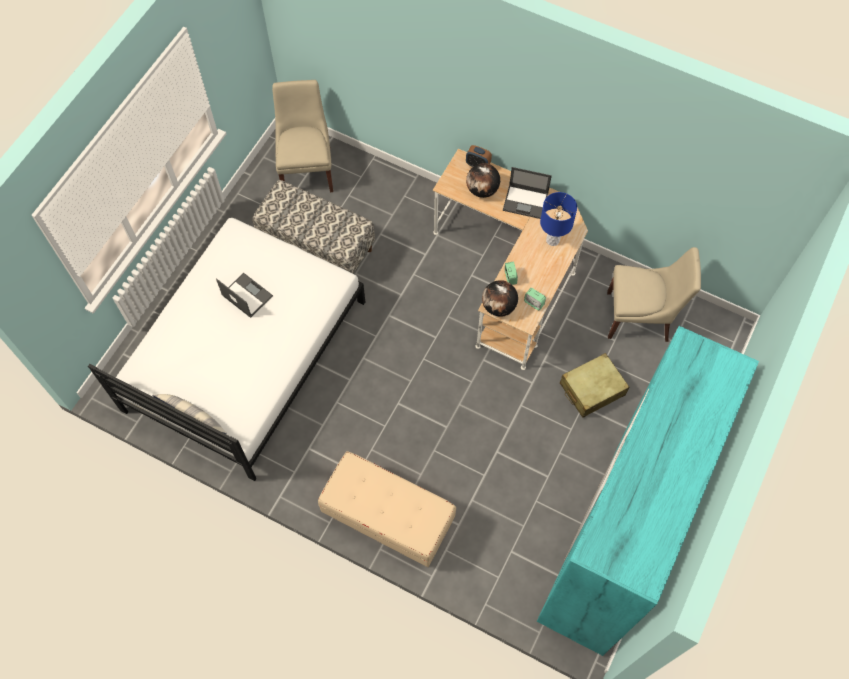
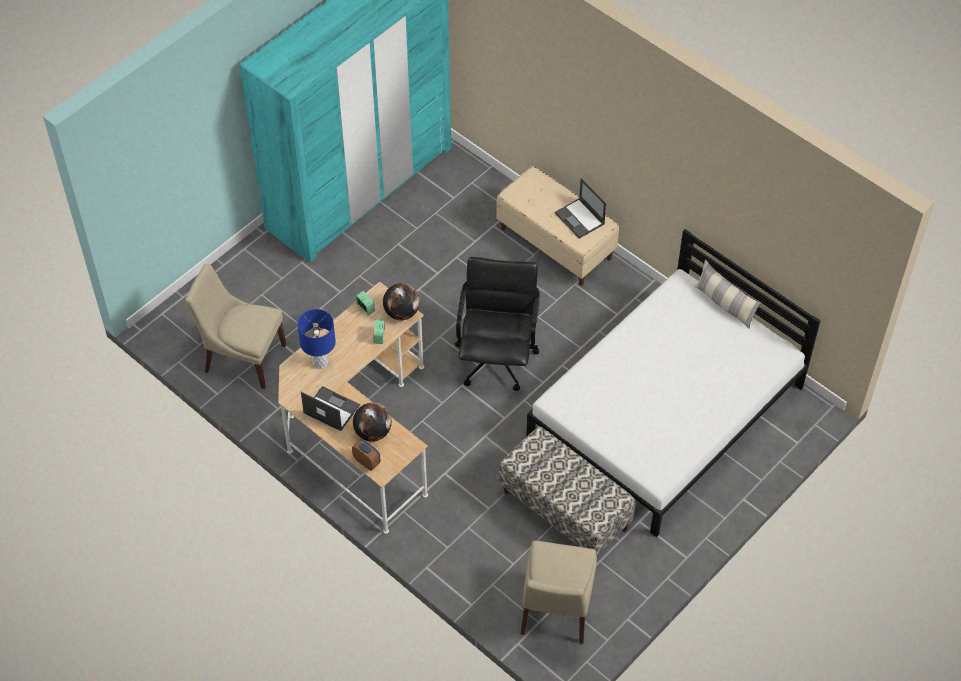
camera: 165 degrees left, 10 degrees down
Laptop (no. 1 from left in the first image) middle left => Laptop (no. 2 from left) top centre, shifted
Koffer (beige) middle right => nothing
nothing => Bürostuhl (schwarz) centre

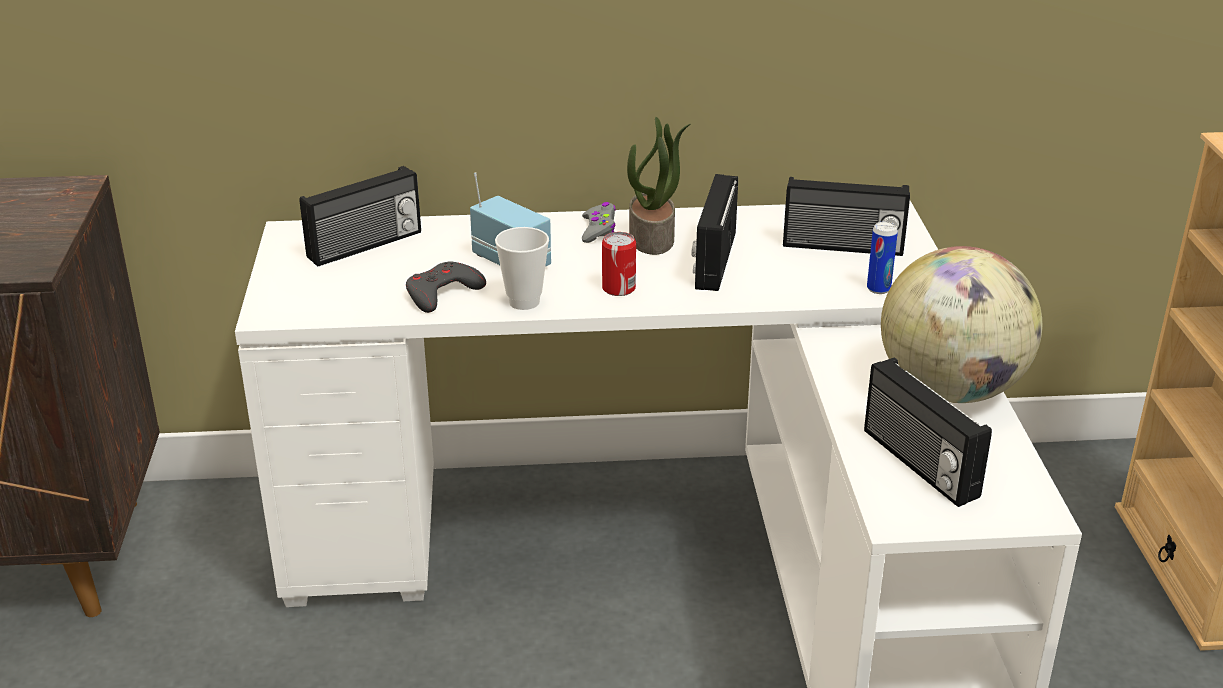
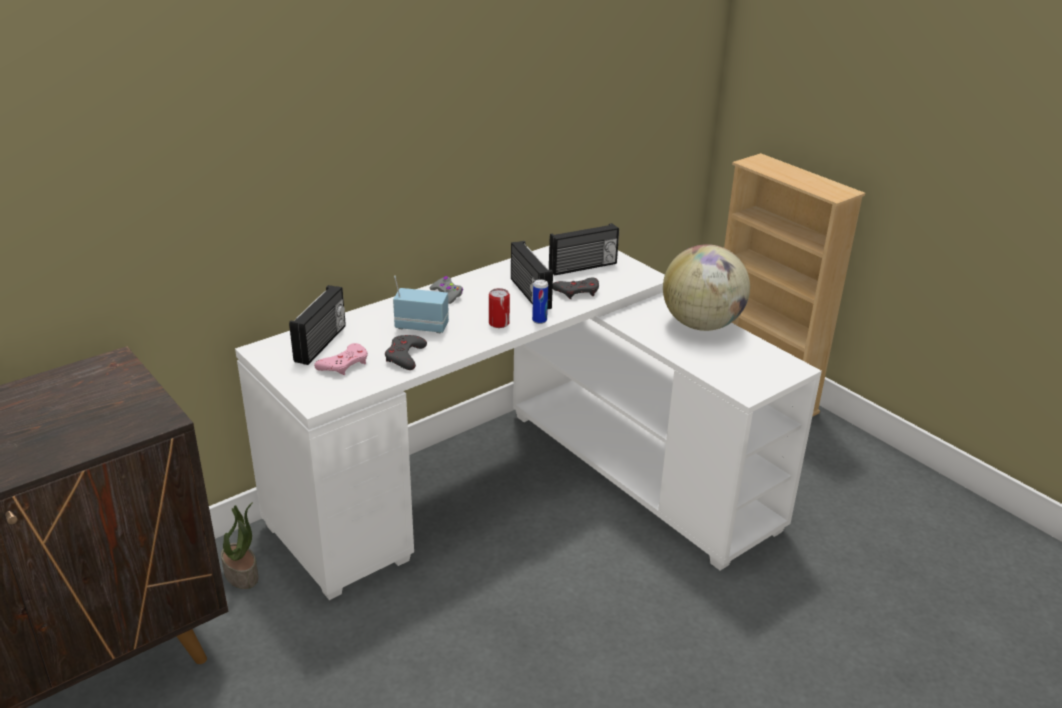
camera: 35 degrees left, 0 degrees up
Topfpflanze top centre => Topfpflanze bottom left, shifted
Dose (no. 2 from left) middle right => Dose (no. 2 from left) centre, shifted
Tasse centre => nothing
Radio (no. 5 from left) middle right => nothing
nothing => Gamepad (grau) (no. 3 from left) centre
nothing => Gamepad (rosa) middle left

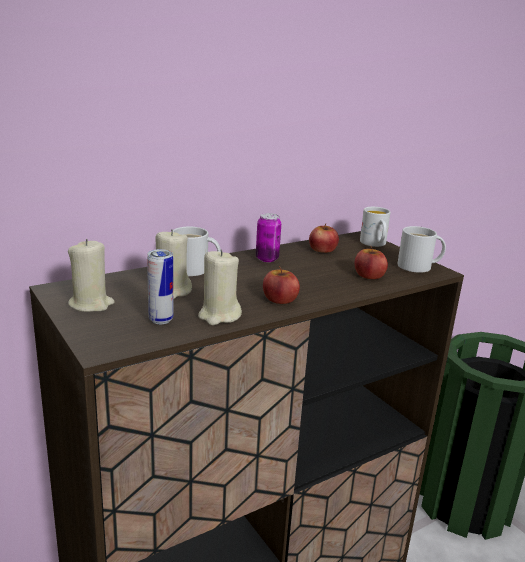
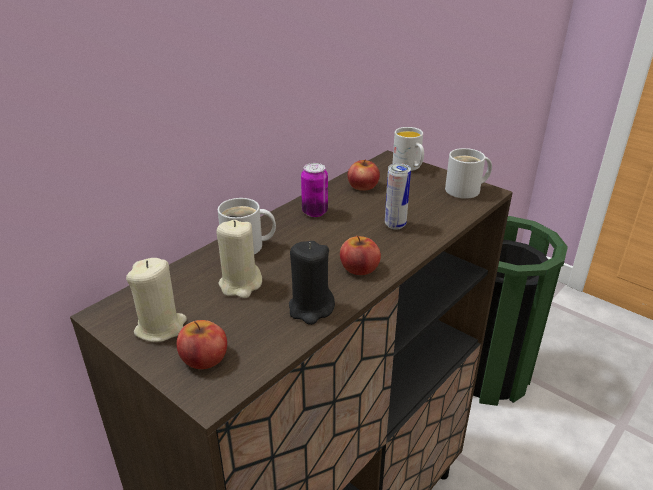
camera: 15 degrees left, 10 degrees up
Apfel (no. 3 from left in the first image) middle right => Apfel (no. 1 from left) bottom left, shifted
Dose (no. 1 from left in the first image) middle left => Dose (no. 2 from left) centre, shifted
Kerze (beige) (no. 3 from left) centre => Kerze (schwarz) centre

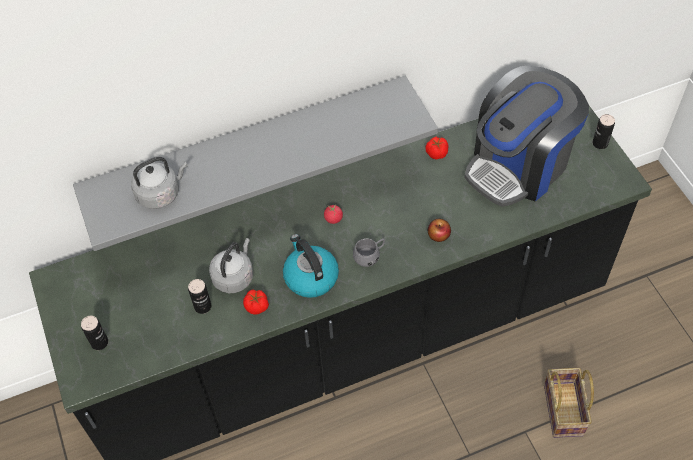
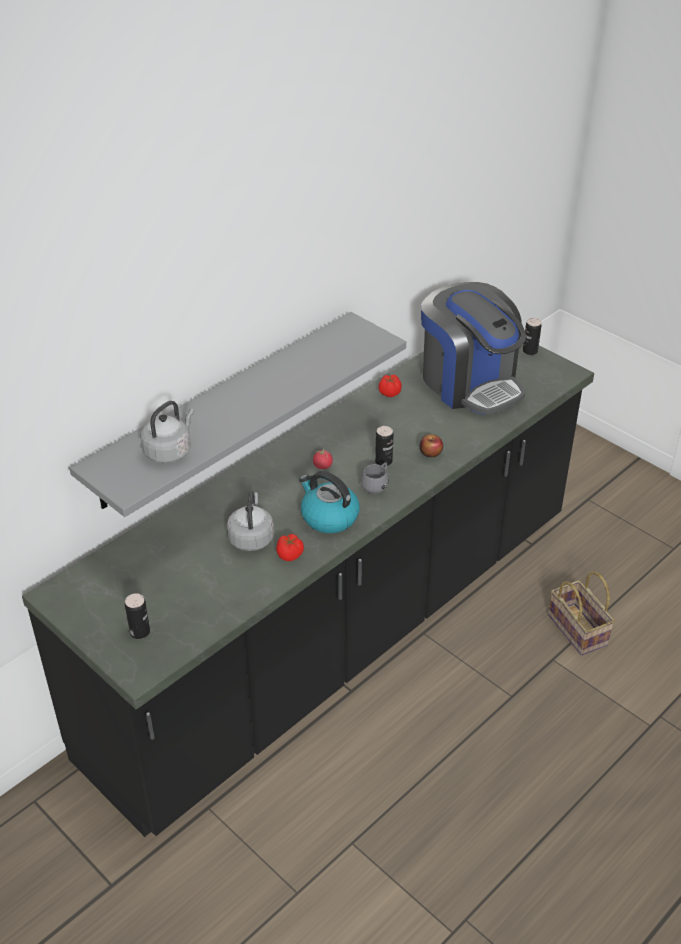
camera: 25 degrees left, 15 degrees down
Kaffeemaschine top right => Kaffeemaschine middle right, 60 degrees counterclockwise
Dose (no. 2 from left) middle left => Dose (no. 2 from left) centre, shifted

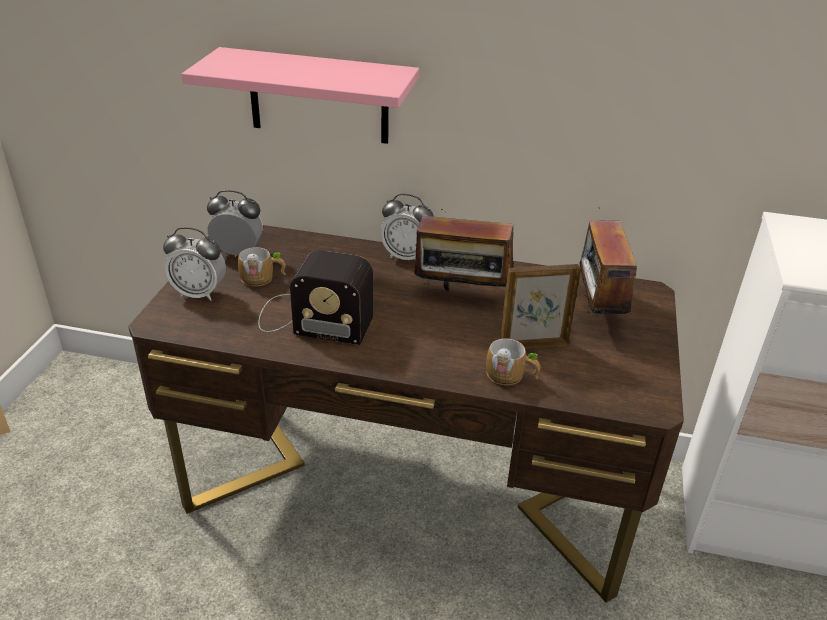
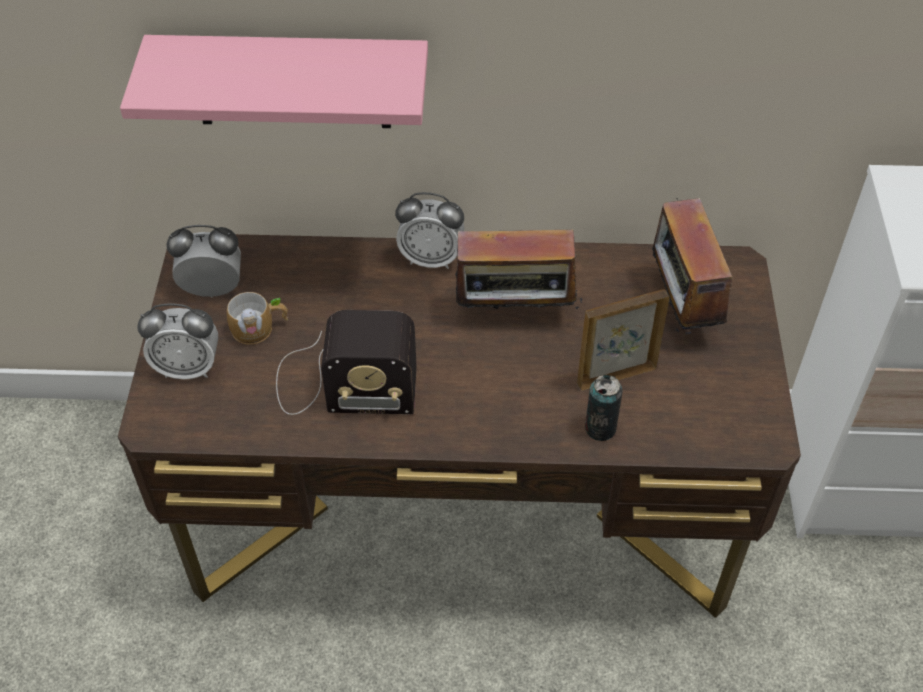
camera: 10 degrees left, 15 degrees up
Henkelbecher (no. 2 from left) centre => Dose centre

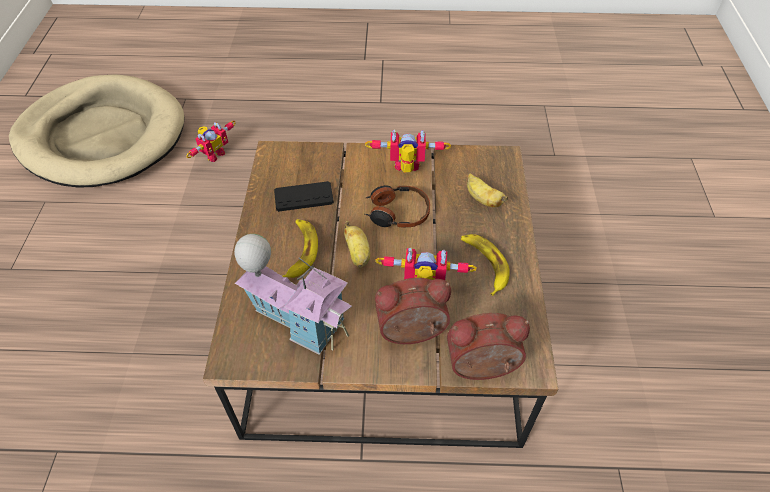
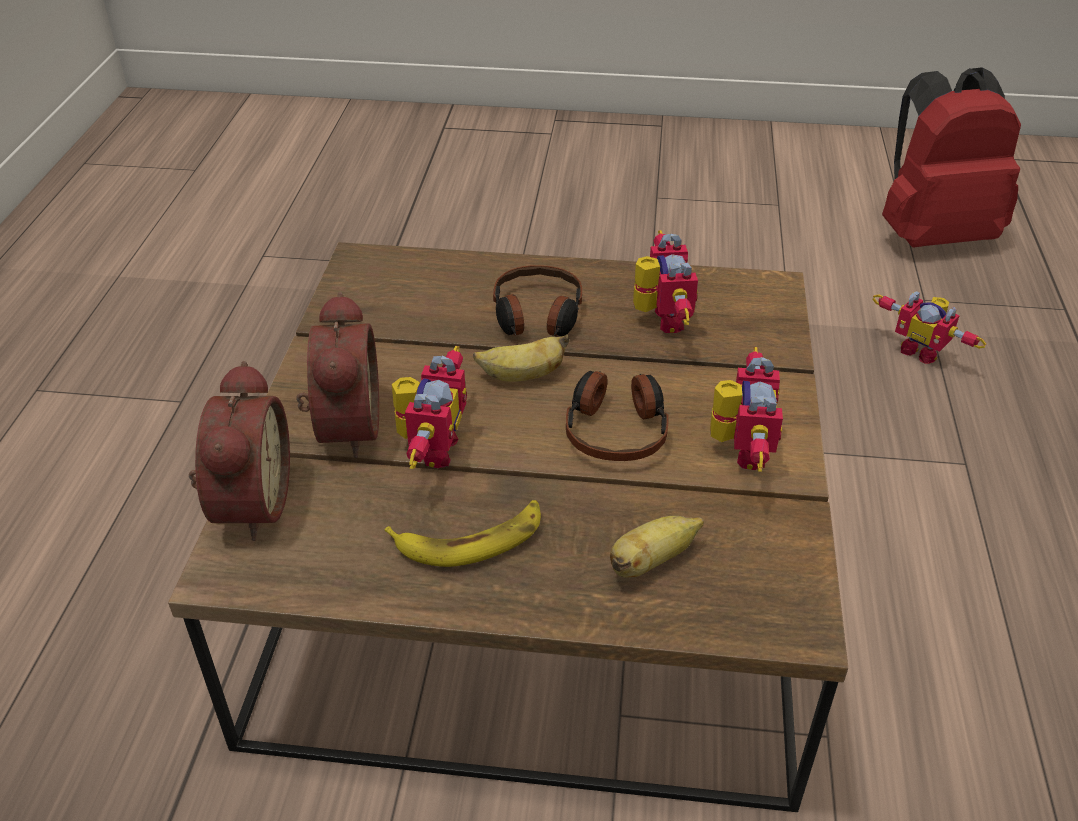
camera: 95 degrees right, 10 degrees down
Hundebett (beige) top left => Rucksack (rot) top right
Gamepad (schwarz) centre => Spielzeugroboter (no. 2 from left) centre
Banane (no. 1 from left) centre => Kopfhörer (no. 1 from left) centre
Spielzeughaus centre => nothing

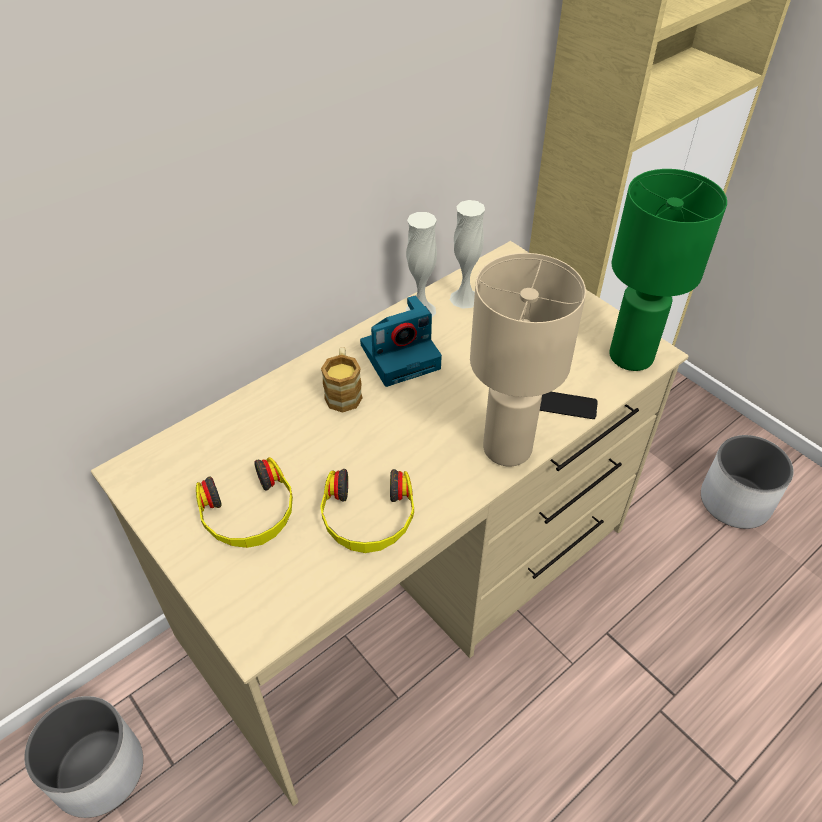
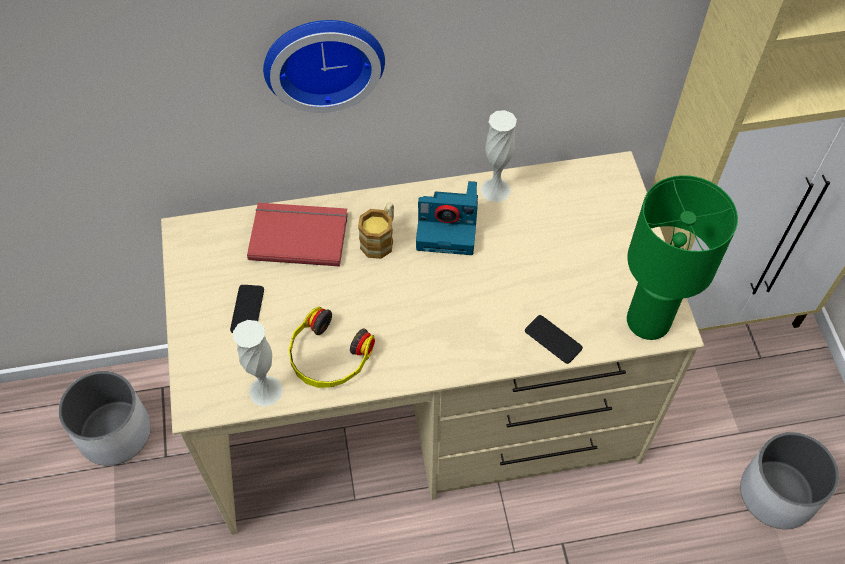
camera: 30 degrees right, 10 degrees up
Vase (weiß) (no. 2 from left in the first image) top centre => Vase (weiß) (no. 1 from left) middle left, shifted
Tischlampe (beige) centre => nothing
Kopfhörer (no. 1 from left) middle left => Handy (no. 1 from left) middle left
nothing => Wanduhr top centre
nothing => Buch (rot) centre

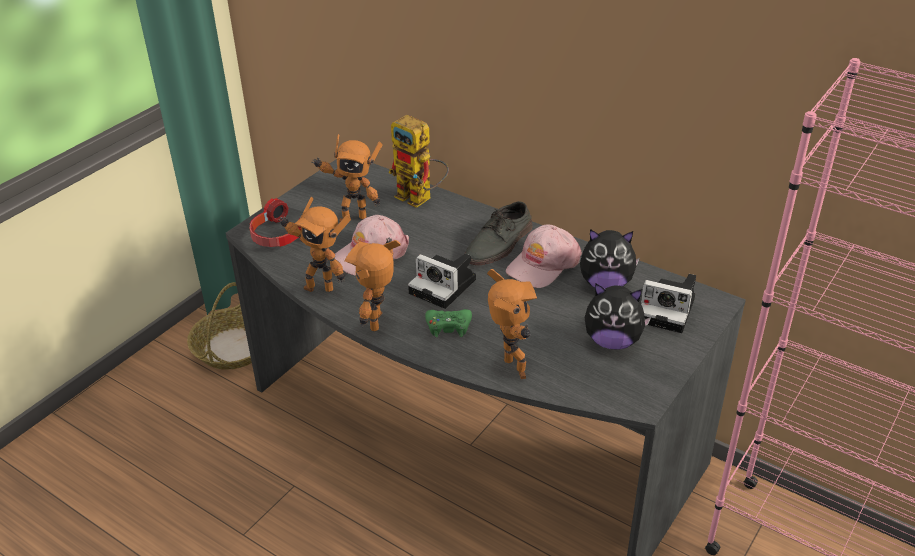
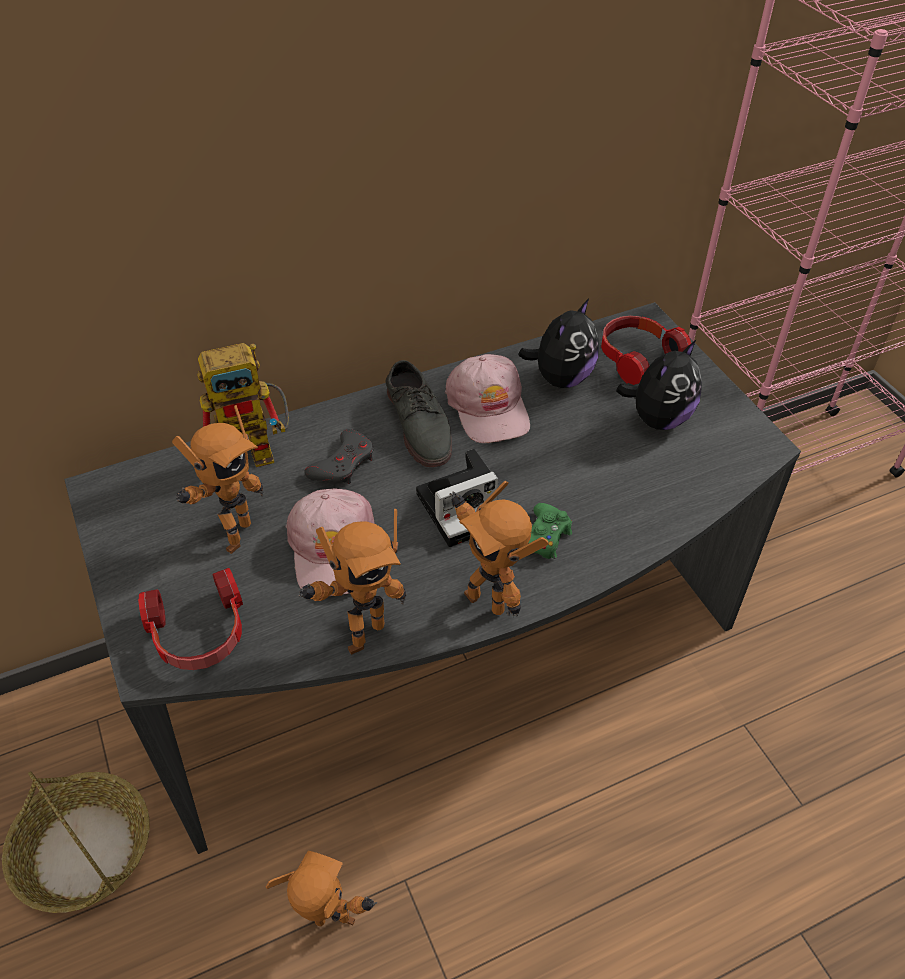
camera: 60 degrees left, 10 degrees up
Spielzeugroboter (no. 5 from left in the first image) centre => Spielzeugroboter (no. 3 from left) bottom centre, shifted
Kamera (no. 2 from left) middle right => Kopfhörer (no. 2 from left) middle right
nothing => Gamepad (grau) centre

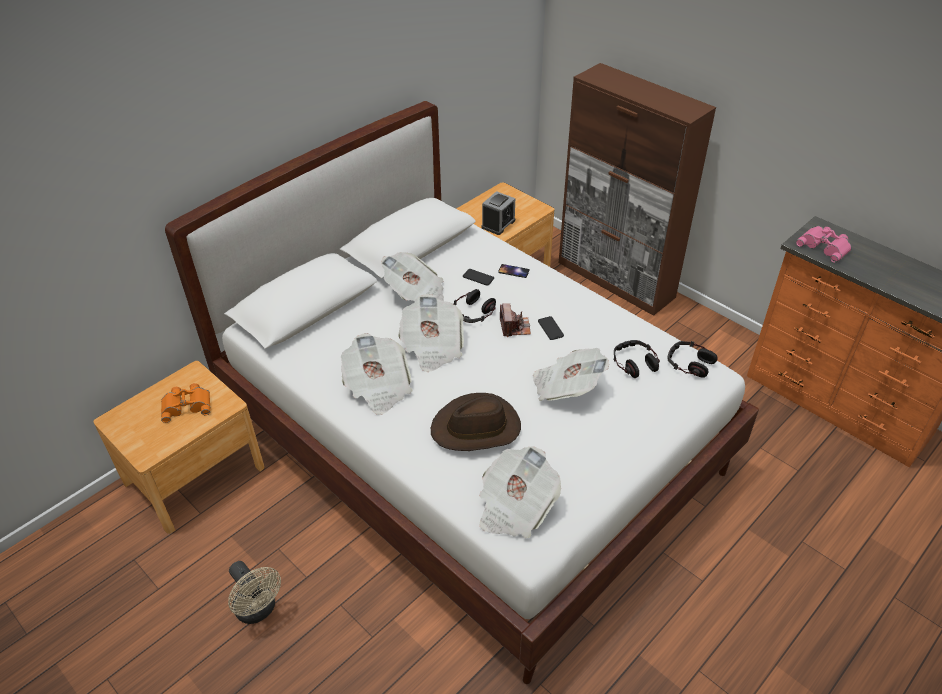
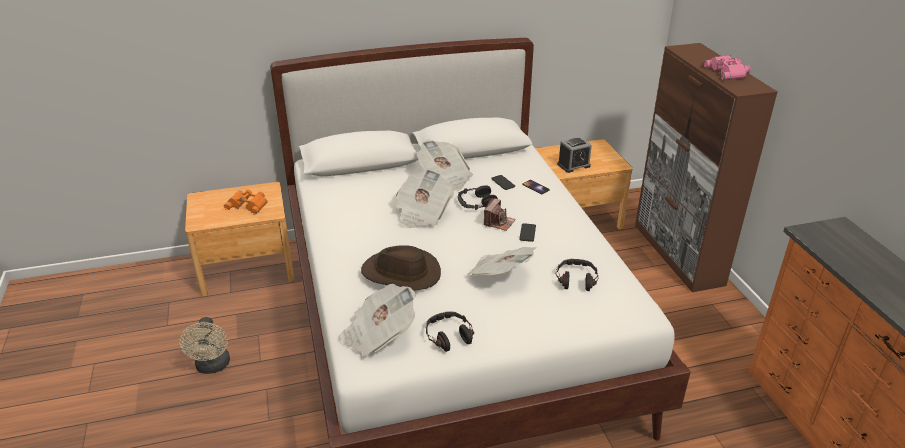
camera: 30 degrees right, 10 degrees down
Fernglas (rosa) middle right => Fernglas (rosa) top right, shifted
Zeitung (no. 1 from left) centre => nothing
Kopfhörer (no. 3 from left in the first image) middle right => Kopfhörer (no. 1 from left) bottom centre, shifted

